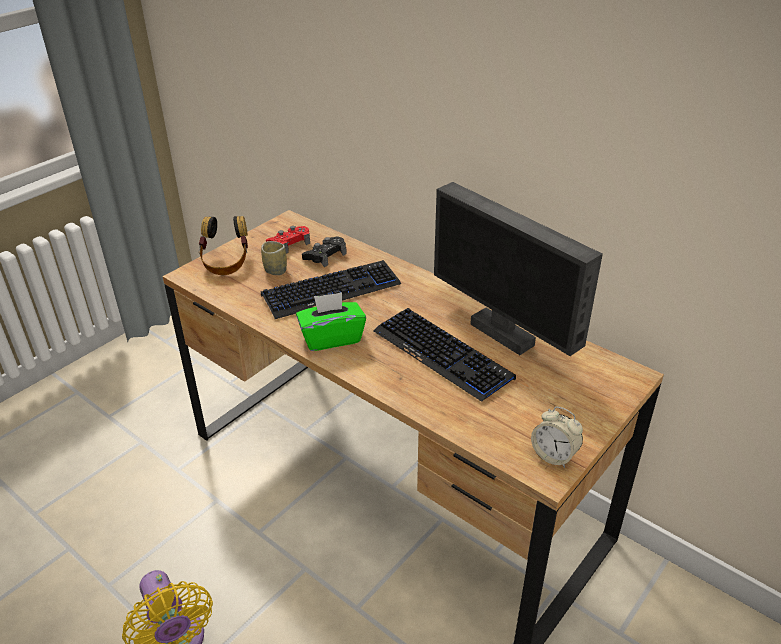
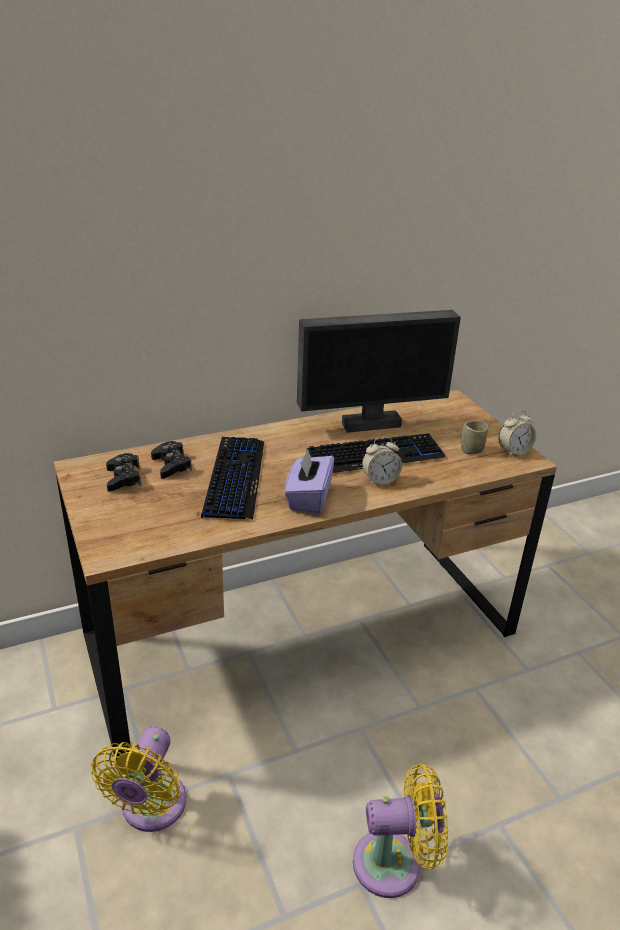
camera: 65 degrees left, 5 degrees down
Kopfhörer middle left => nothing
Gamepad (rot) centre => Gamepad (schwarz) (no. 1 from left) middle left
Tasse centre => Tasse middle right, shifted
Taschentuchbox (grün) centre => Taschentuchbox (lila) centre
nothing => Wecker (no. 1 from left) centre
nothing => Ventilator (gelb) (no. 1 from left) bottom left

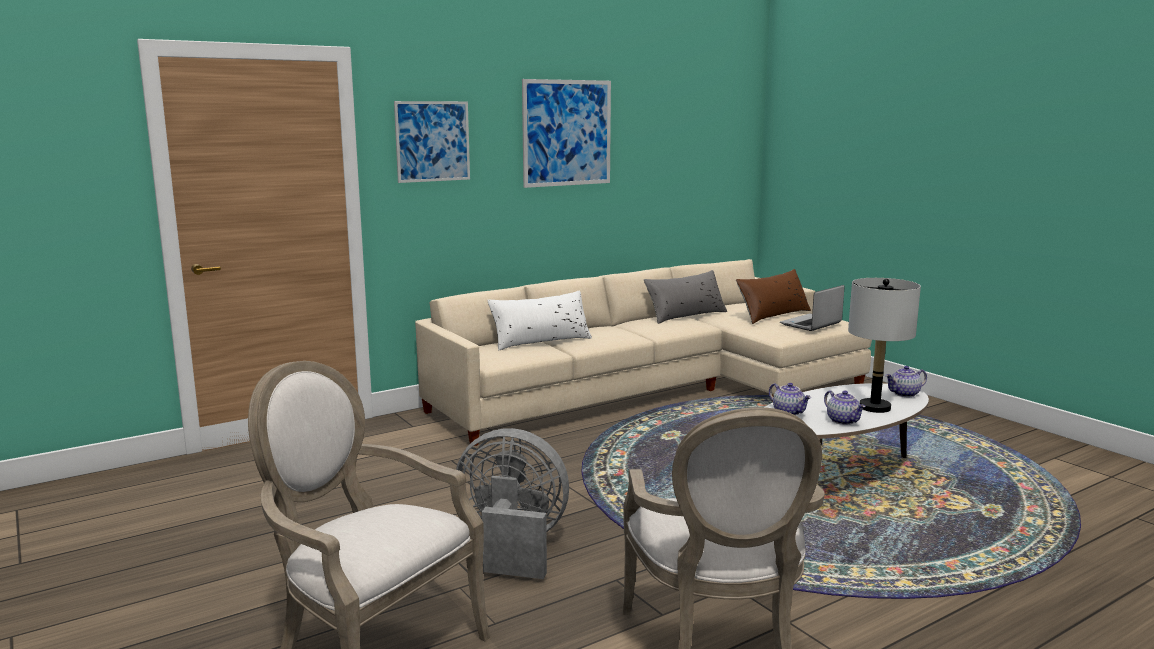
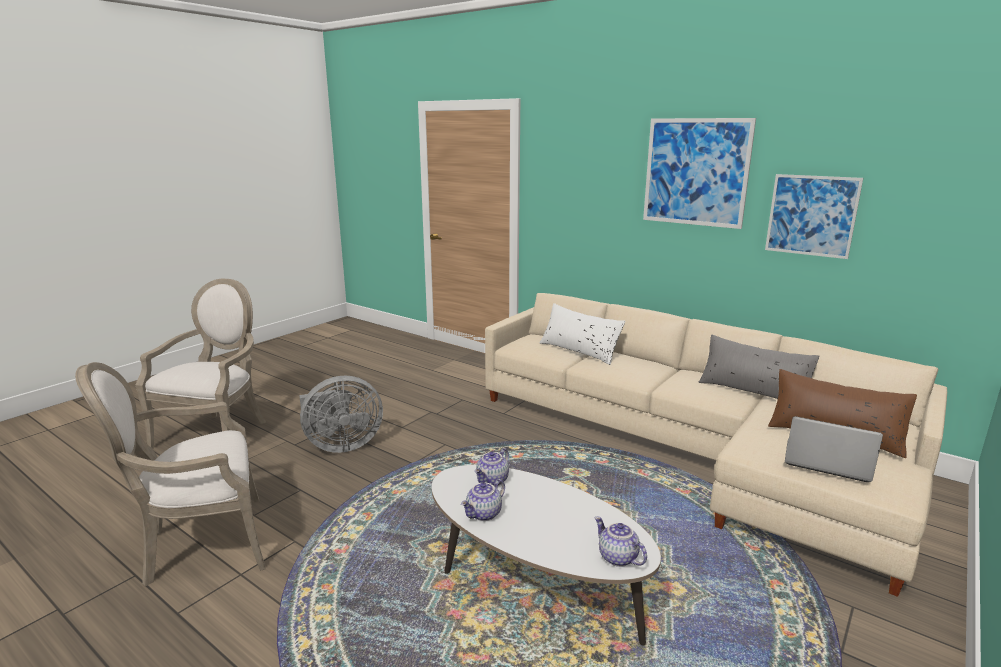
camera: 70 degrees right, 5 degrees up
Bild (no. 1 from left in the first image) top centre => Bild (no. 2 from left) top right, shifted
Tischlampe (grau) middle right => nothing
Ventilator (grau) bottom centre => Ventilator (grau) centre, 75 degrees clockwise

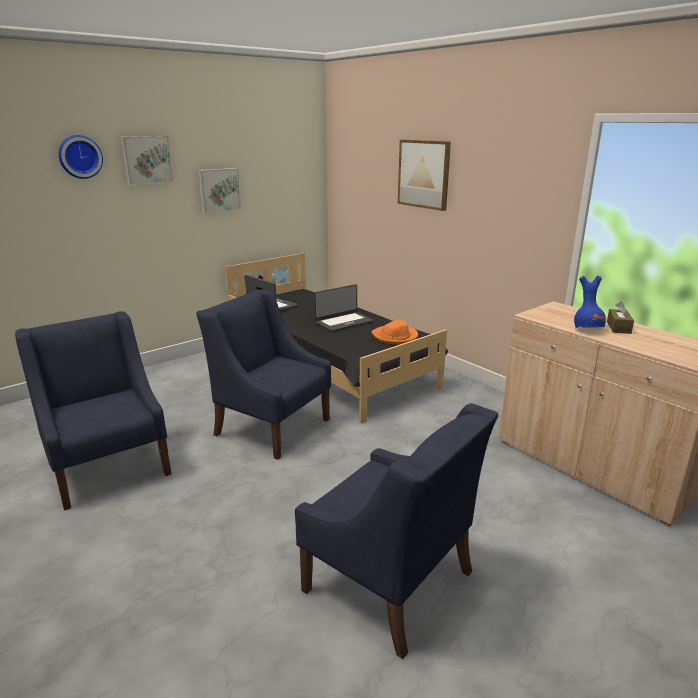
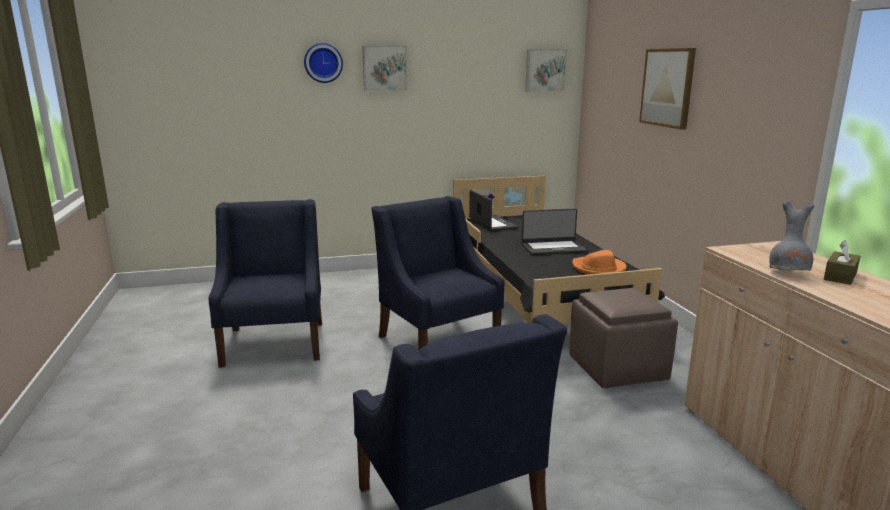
camera: 25 degrees right, 5 degrees down
Bild (no. 2 from left) top left => Bild (no. 2 from left) top centre, shifted
Vase (blau) middle right => Vase (grau) middle right
nothing => Polsterhocker (braun) middle right

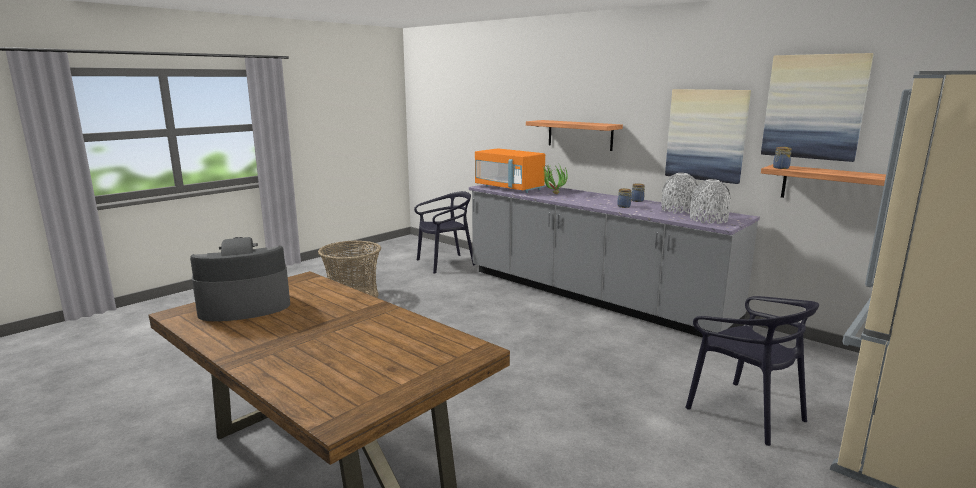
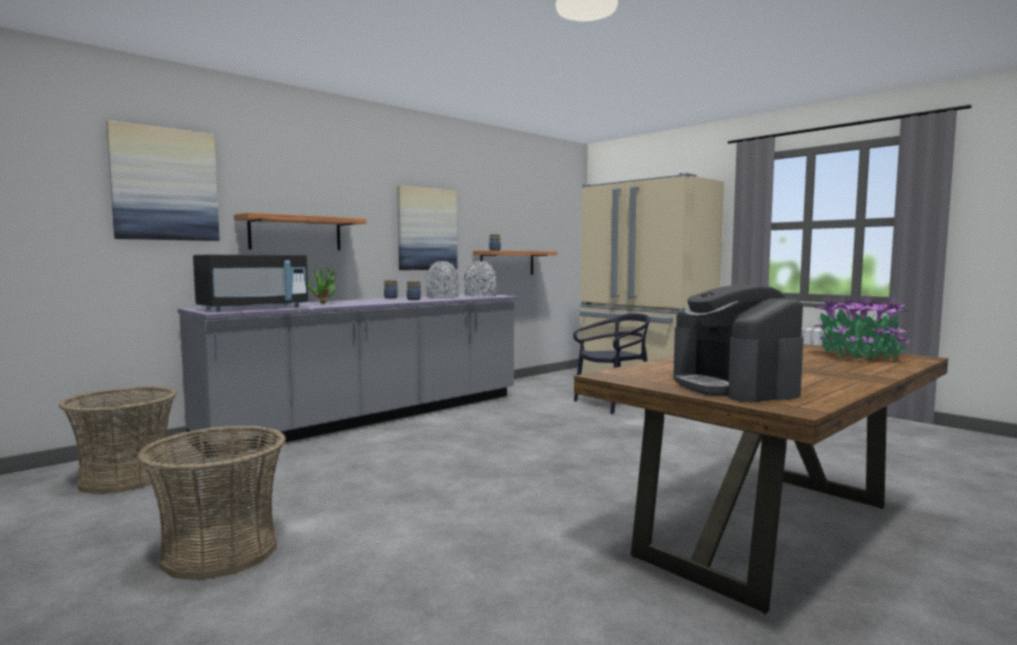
camera: 85 degrees left, 10 degrees down
Bild (no. 2 from left in the first image) top right => Bild (no. 1 from left) top left, shifted
Mikrowelle (orange) centre => Mikrowelle (schwarz) middle left
Stuhl (schwarz) (no. 1 from left) centre => Korb (no. 1 from left) bottom left
nothing => Topfpflanze (no. 2 from left) middle right

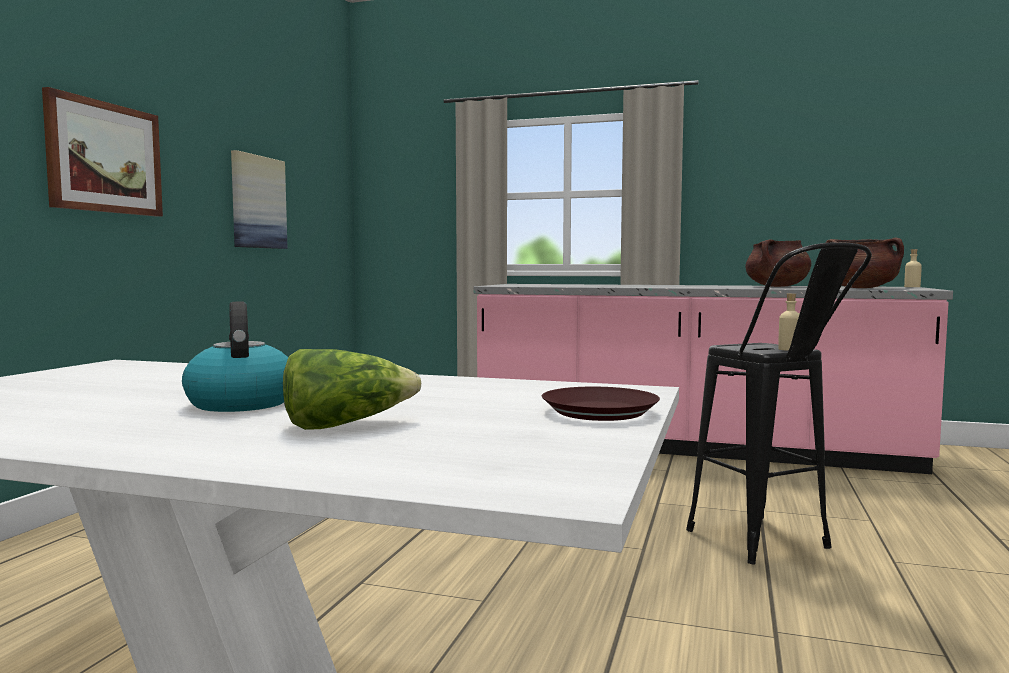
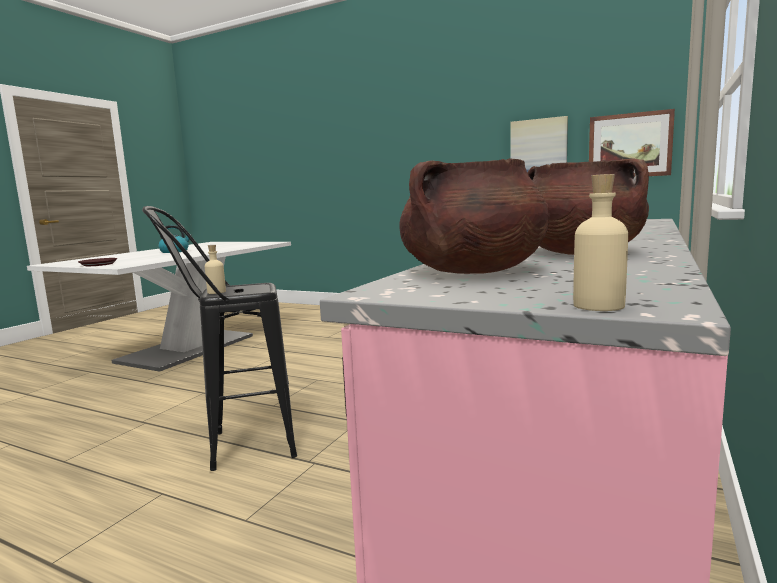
camera: 100 degrees right, 5 degrees up
Bild (no. 1 from left in the first image) top left => Bild (no. 2 from left) top right, shifted
Salatkopf centre => nothing

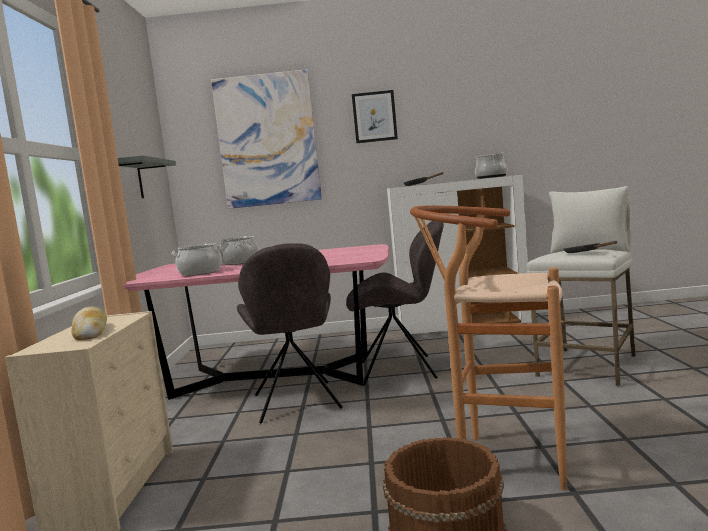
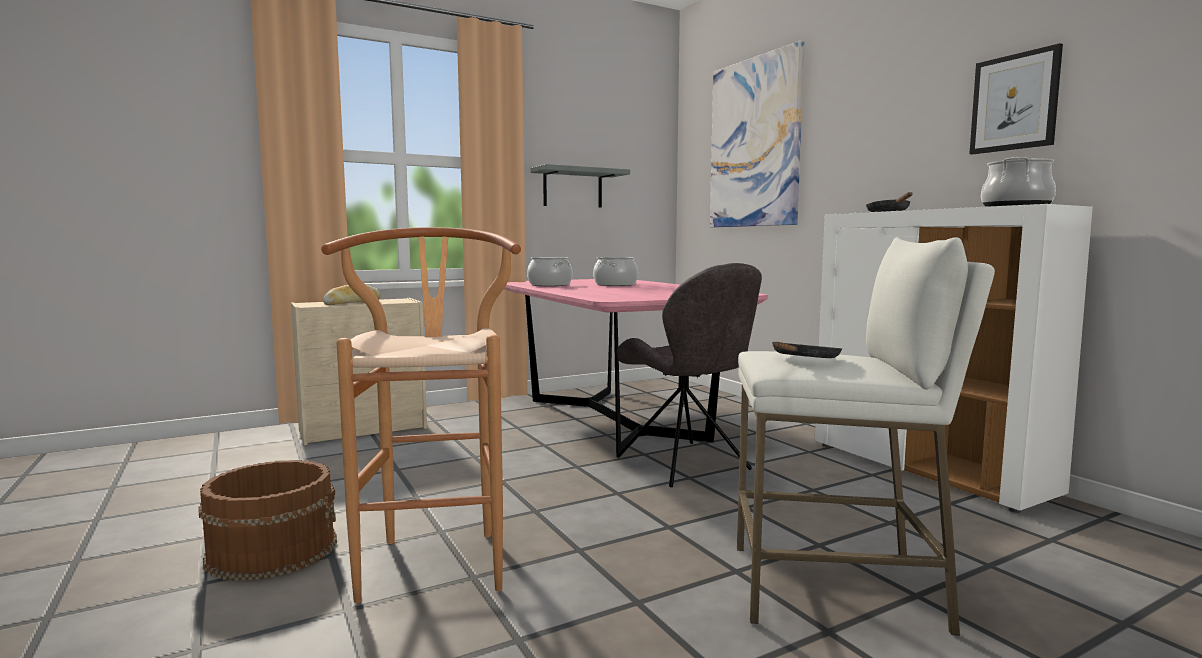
camera: 60 degrees right, 0 degrees up
Bild (no. 2 from left) top centre => Bild (no. 2 from left) top right, shifted
Stuhl (grau) (no. 1 from left) centre => nothing

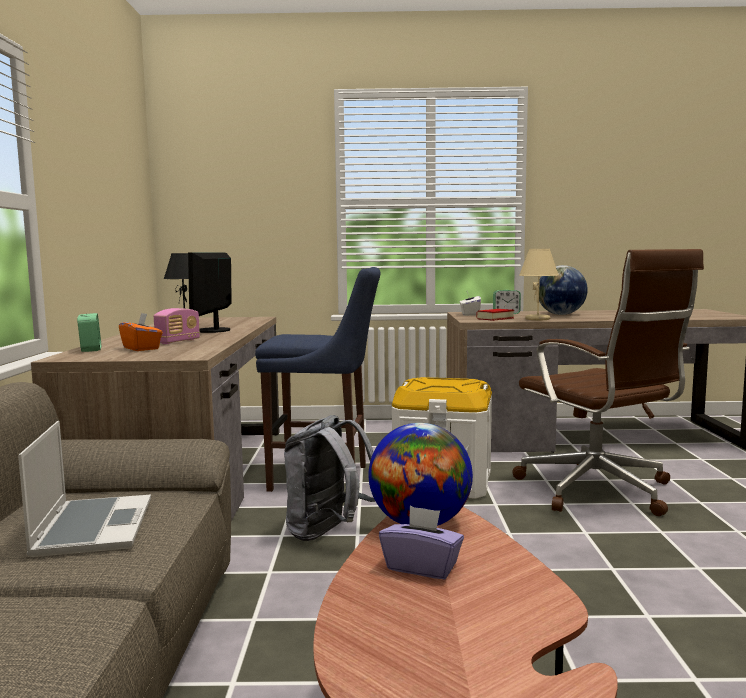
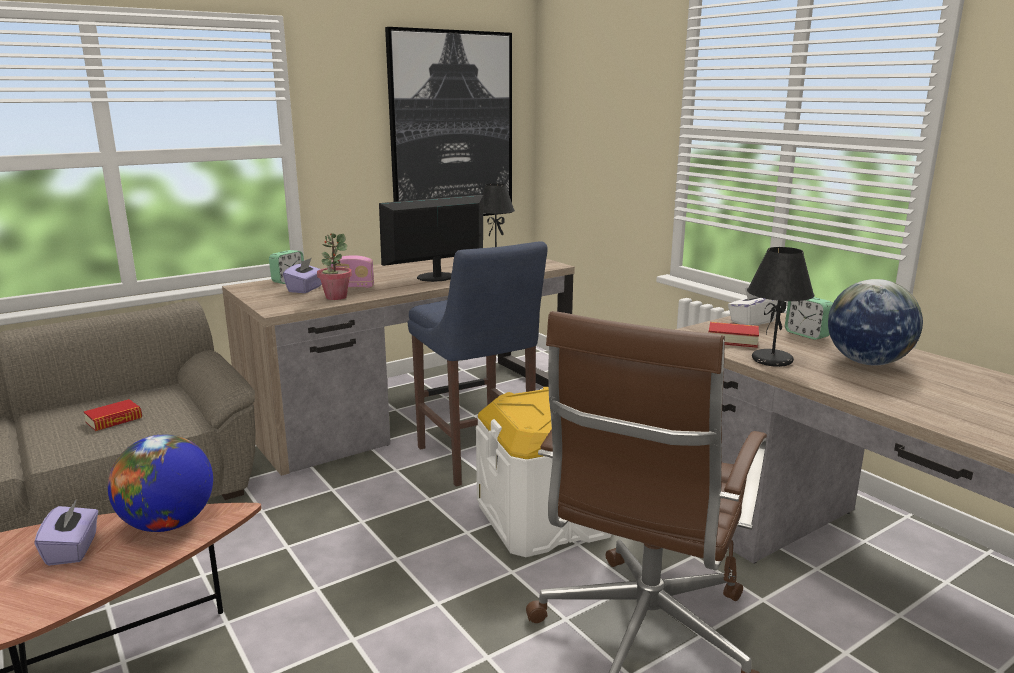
camera: 55 degrees right, 10 degrees up
Tischlampe (beige) middle right => Tischlampe (schwarz) (no. 2 from left) middle right
Taschentuchbox (orange) middle left => Taschentuchbox (lila) (no. 2 from left) middle left
Rucksack (grau) bottom centre => nothing
Laptop bottom left => Buch (no. 1 from left) middle left
nothing => Bild top centre
nothing => Topfpflanze middle left

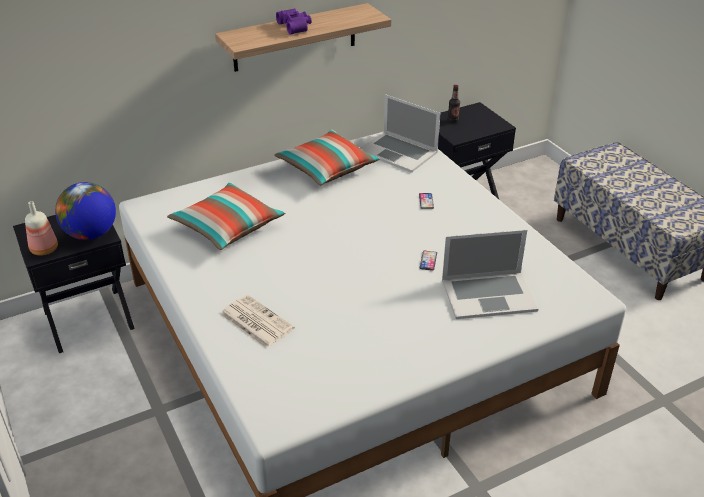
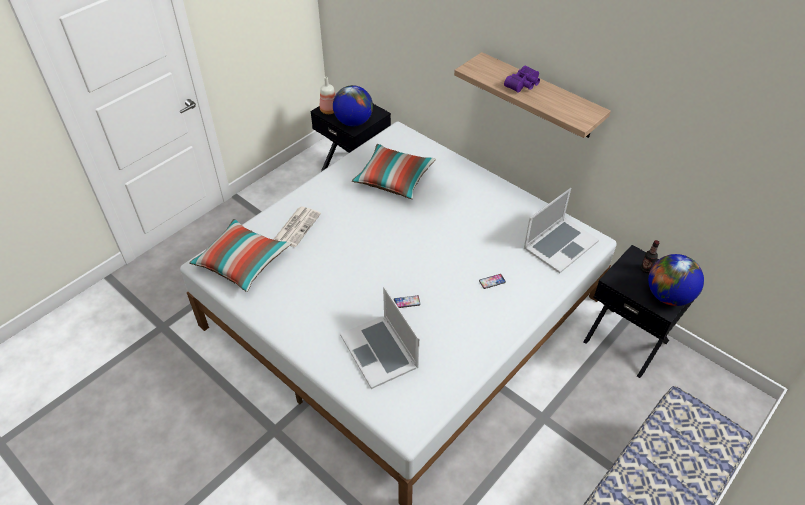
camera: 70 degrees right, 10 degrees up
Laptop (no. 1 from left in the first image) top centre => Laptop (no. 2 from left) middle right, 150 degrees counterclockwise
Kissen (no. 2 from left in the first image) top centre => Kissen (no. 1 from left) middle left, shifted
nothing => Globus (no. 2 from left) middle right

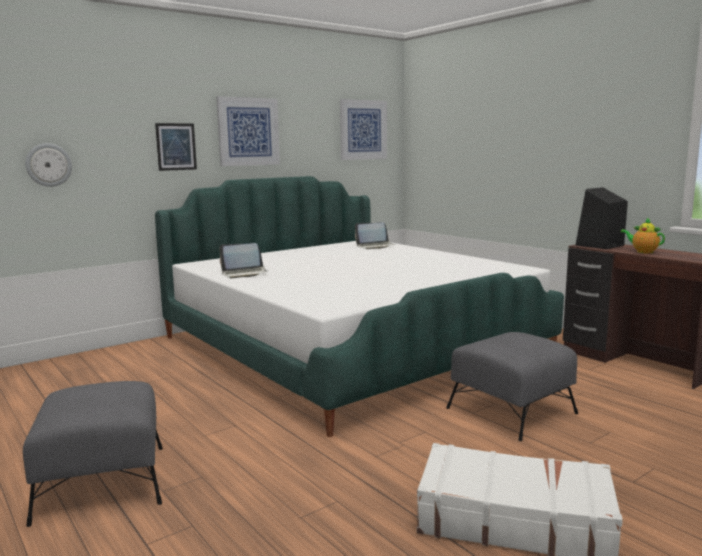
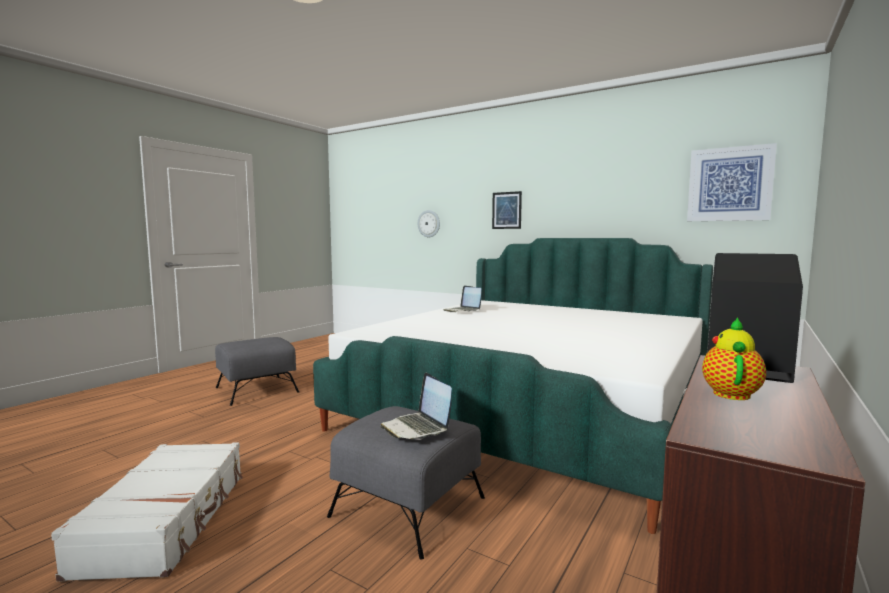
camera: 70 degrees right, 5 degrees down
Bild (no. 2 from left) top centre => nothing
Laptop (no. 2 from left in the first image) centre => Laptop (no. 1 from left) bottom centre, shifted

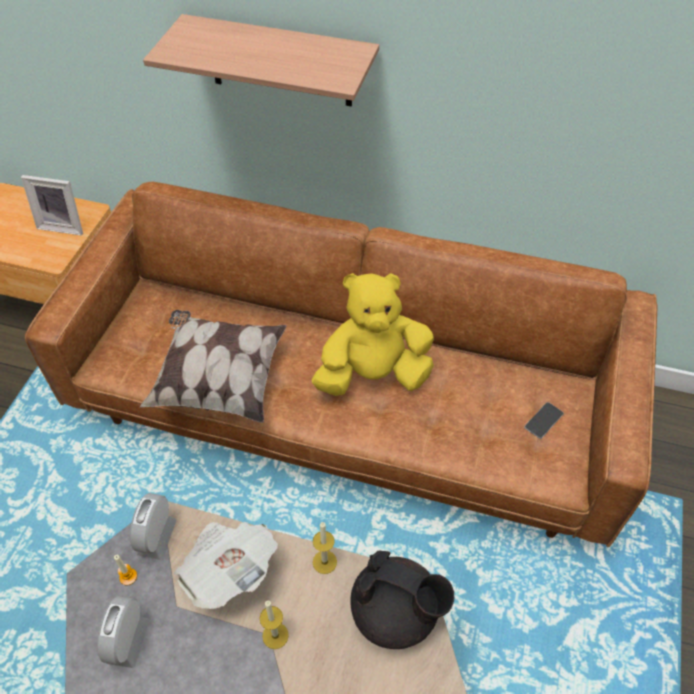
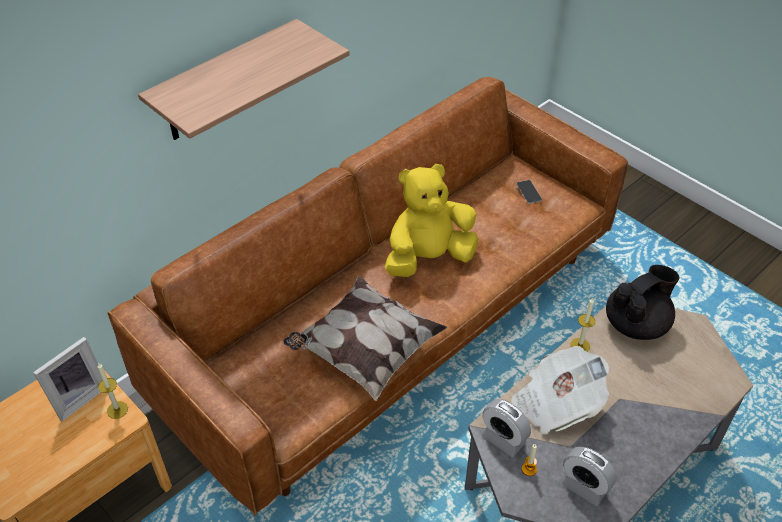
camera: 60 degrees left, 5 degrees down
Plüschtier (gelb) centre, 45 degrees clockwise
Kerze (no. 2 from left in the first image) bottom centre => Kerze (no. 1 from left) bottom left, shifted

